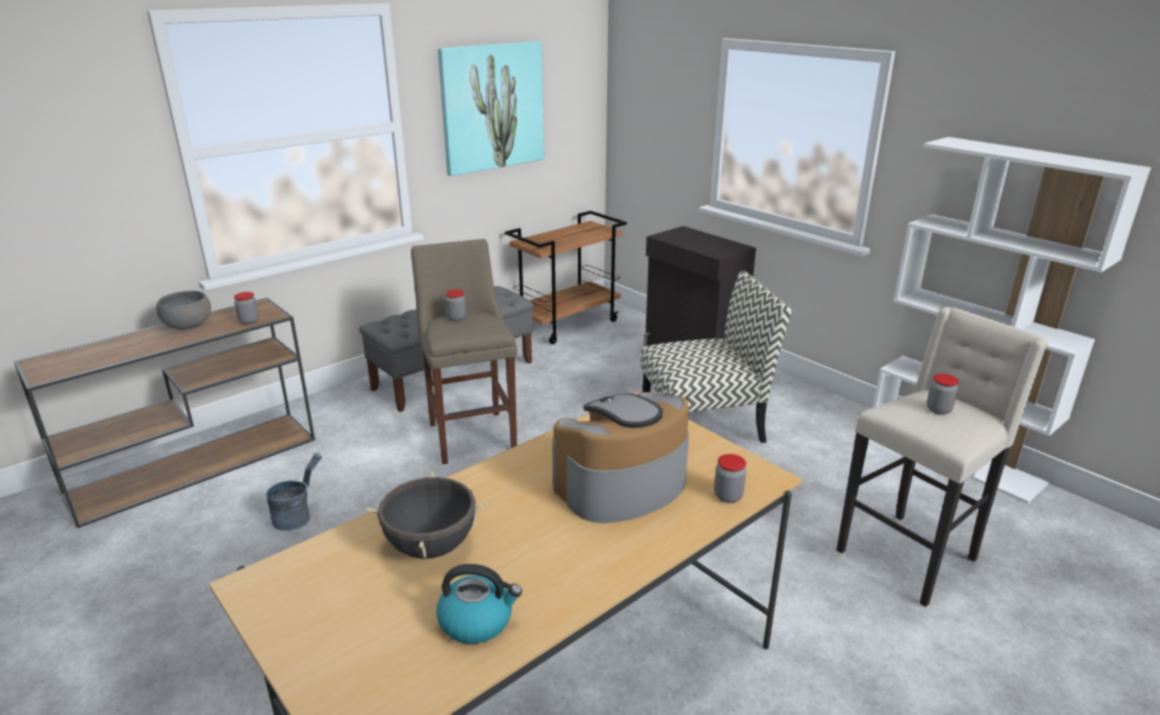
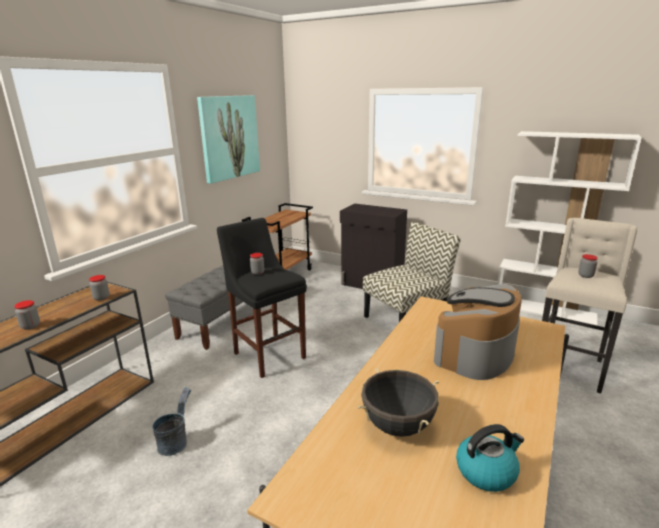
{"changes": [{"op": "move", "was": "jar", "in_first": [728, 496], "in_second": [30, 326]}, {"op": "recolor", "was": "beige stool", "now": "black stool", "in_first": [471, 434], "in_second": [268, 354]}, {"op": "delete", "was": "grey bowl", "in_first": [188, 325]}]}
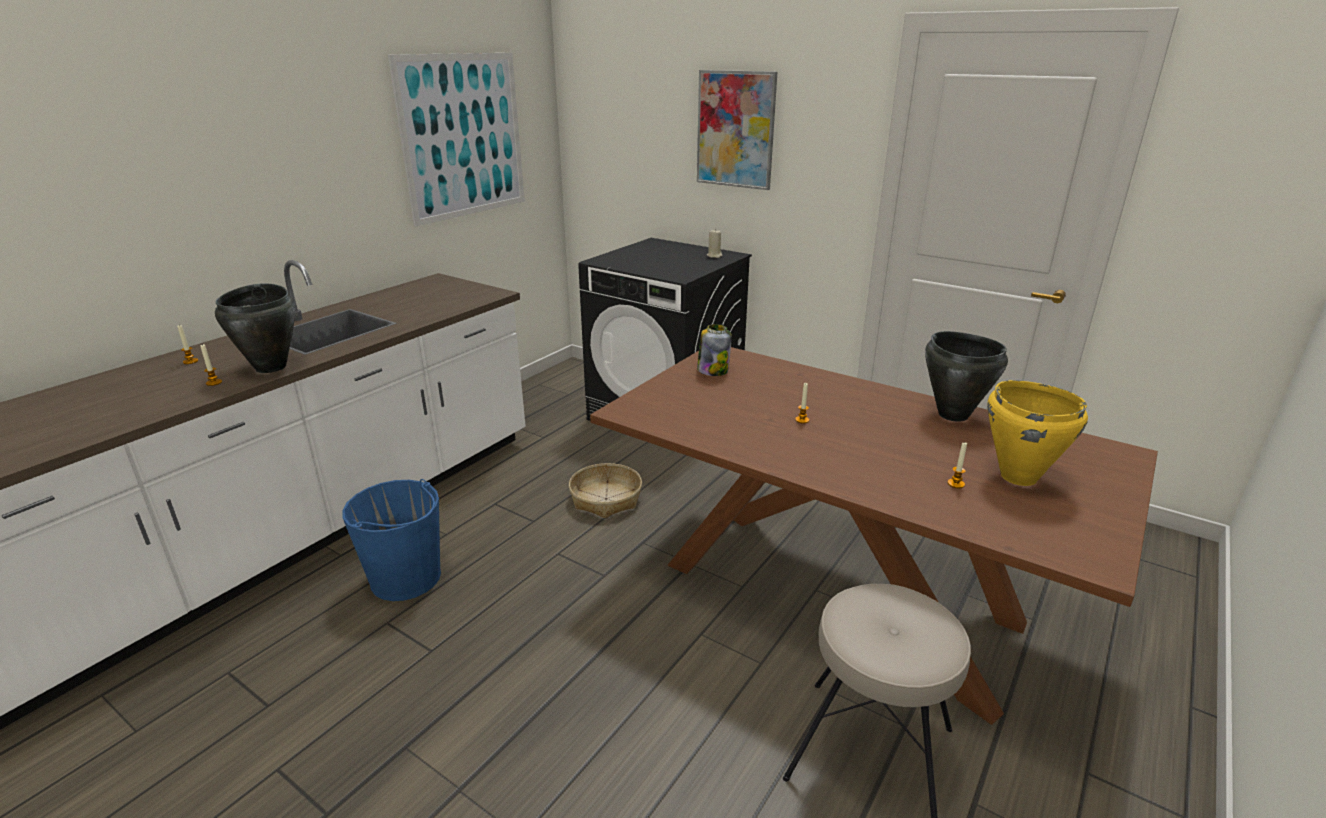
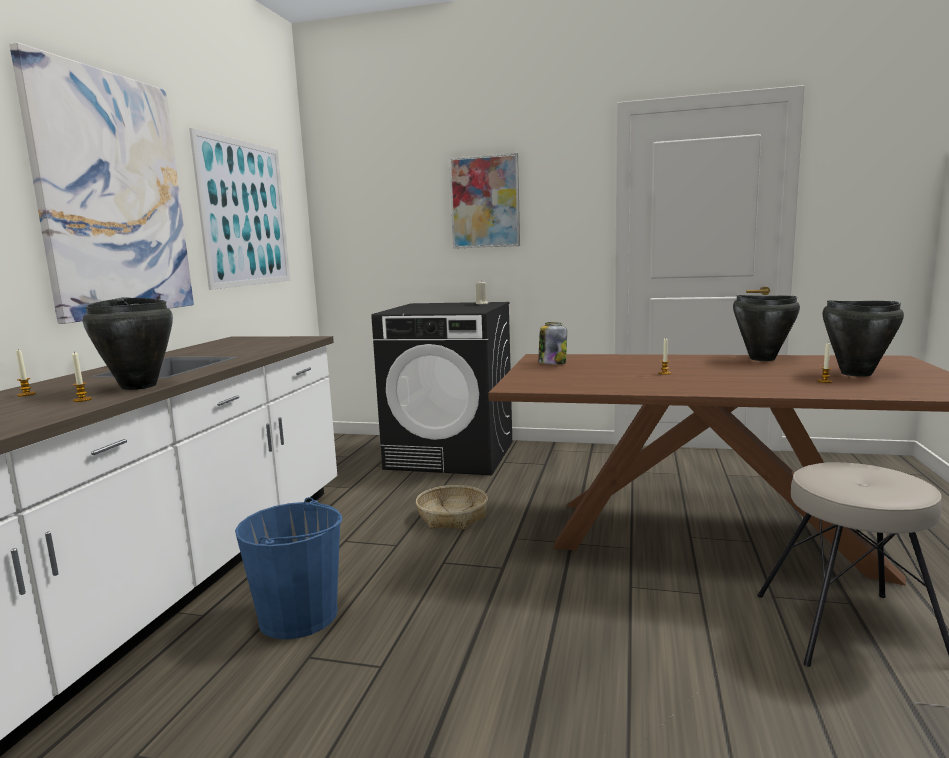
{"changes": [{"op": "insert", "now": "picture", "in_second": [113, 196]}, {"op": "recolor", "was": "yellow cooking pot", "now": "black cooking pot", "in_first": [1017, 476], "in_second": [855, 373]}]}
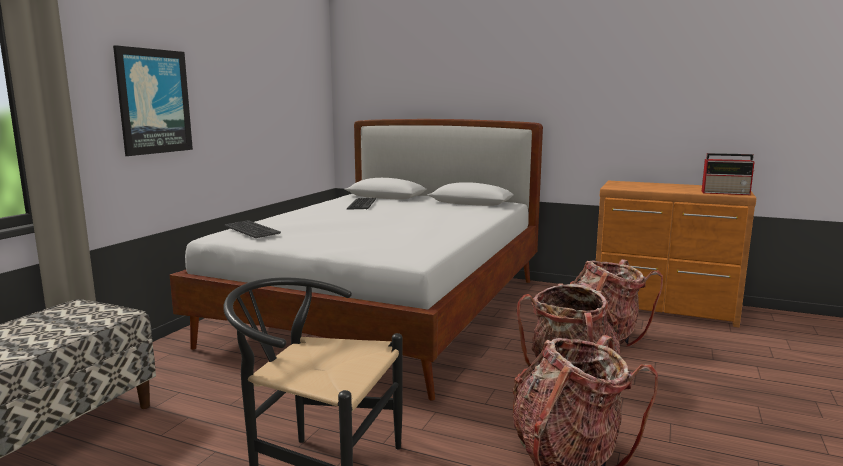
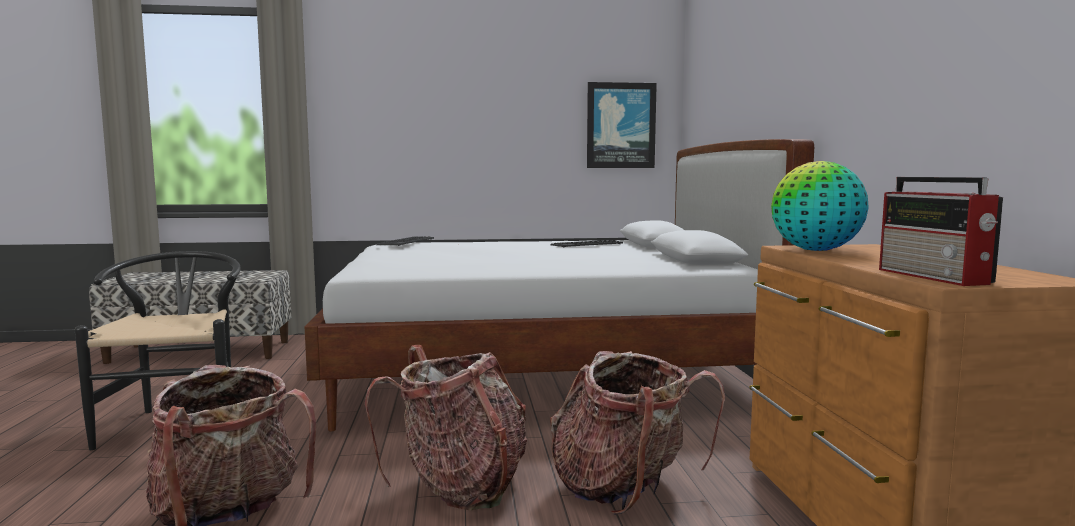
{"changes": [{"op": "move", "was": "picture", "in_first": [153, 101], "in_second": [620, 125]}, {"op": "insert", "now": "globe", "in_second": [816, 250]}]}
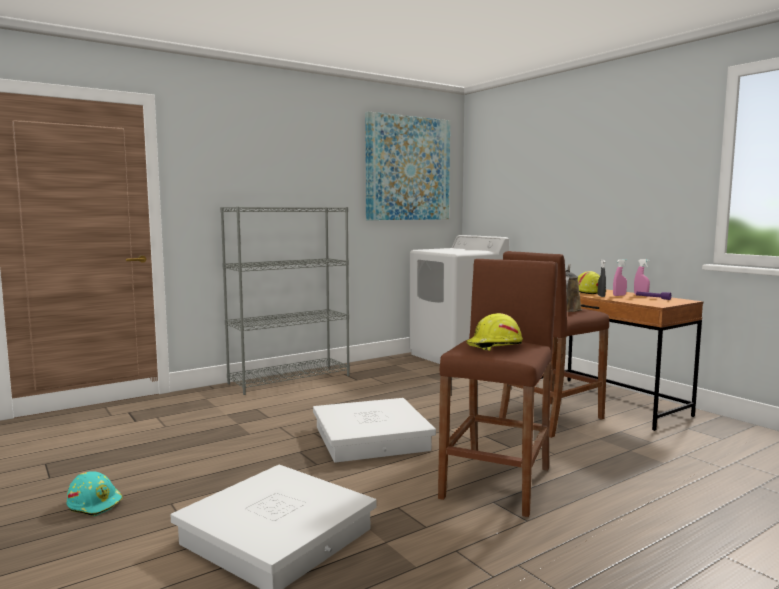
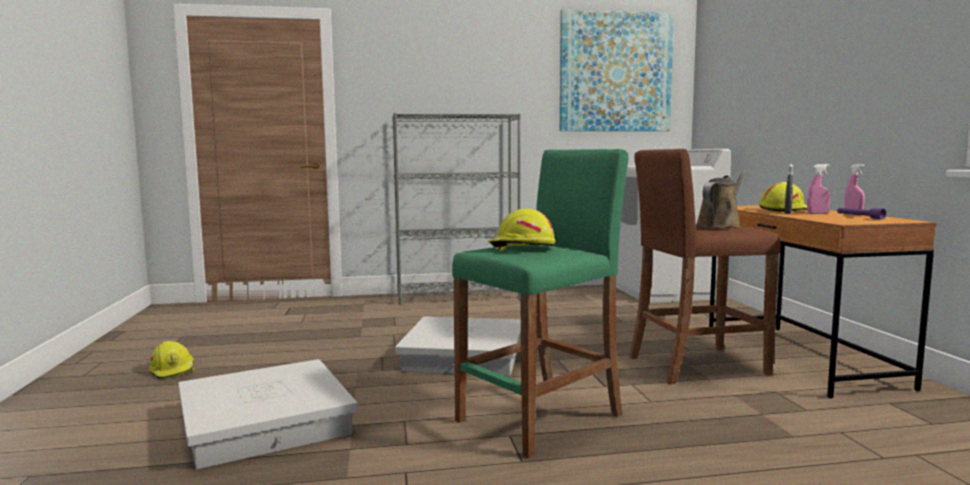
{"changes": [{"op": "recolor", "was": "turquoise hard hat", "now": "yellow hard hat", "in_first": [95, 503], "in_second": [173, 370]}, {"op": "recolor", "was": "brown stool", "now": "green stool", "in_first": [497, 482], "in_second": [540, 418]}]}
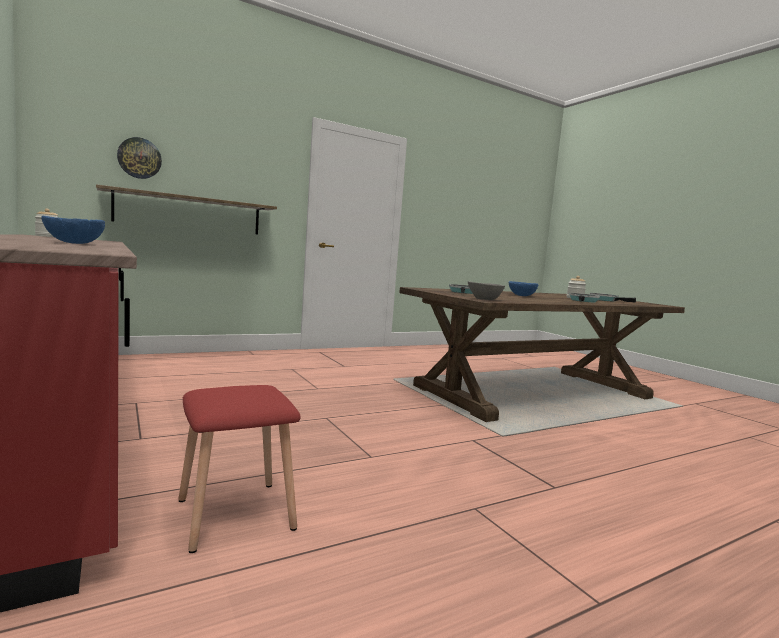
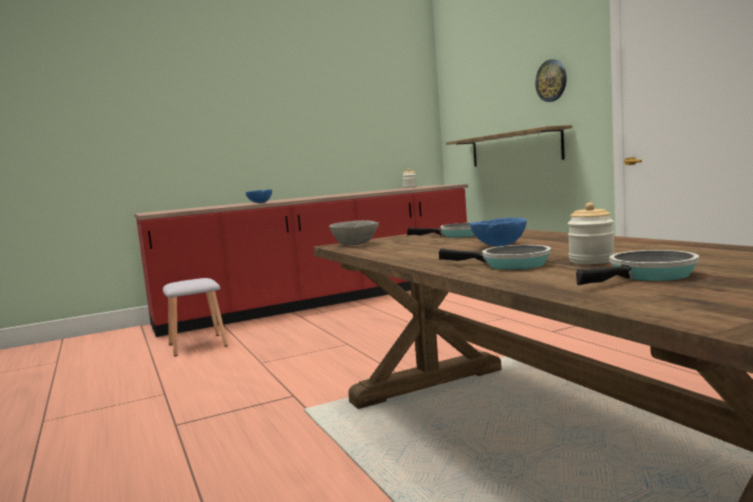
{"changes": [{"op": "recolor", "was": "red stool", "now": "grey stool", "in_first": [234, 513], "in_second": [198, 344]}, {"op": "move", "was": "wall clock", "in_first": [139, 158], "in_second": [551, 80]}]}
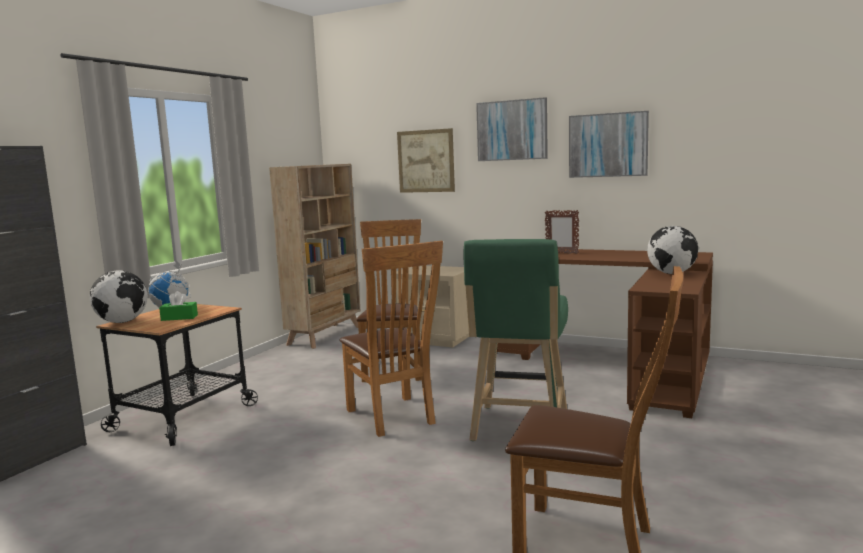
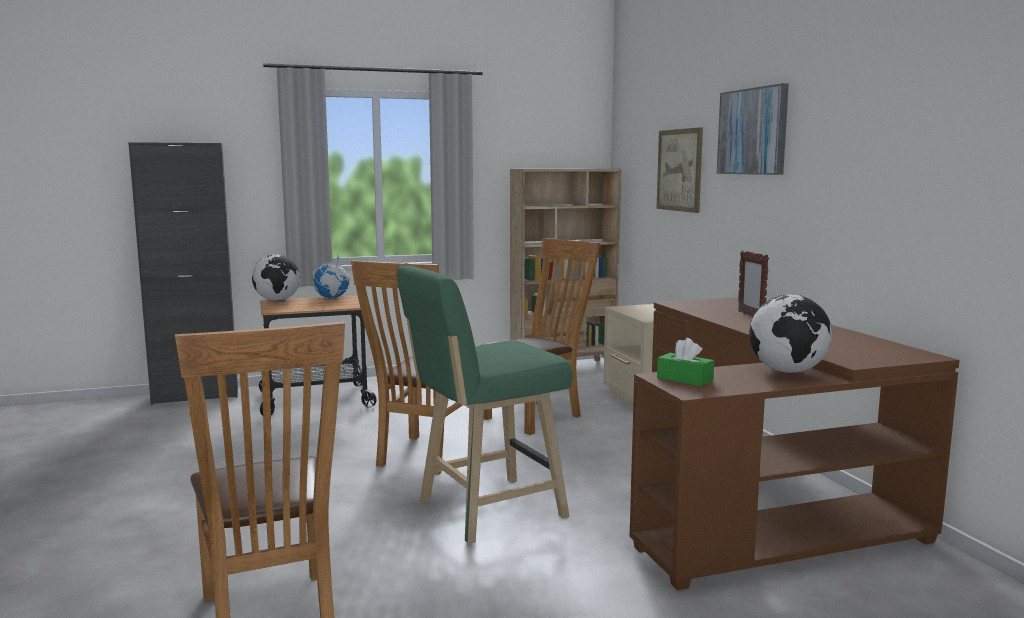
{"changes": [{"op": "move", "was": "green tissue box", "in_first": [179, 317], "in_second": [684, 379]}, {"op": "delete", "was": "picture", "in_first": [608, 145]}]}
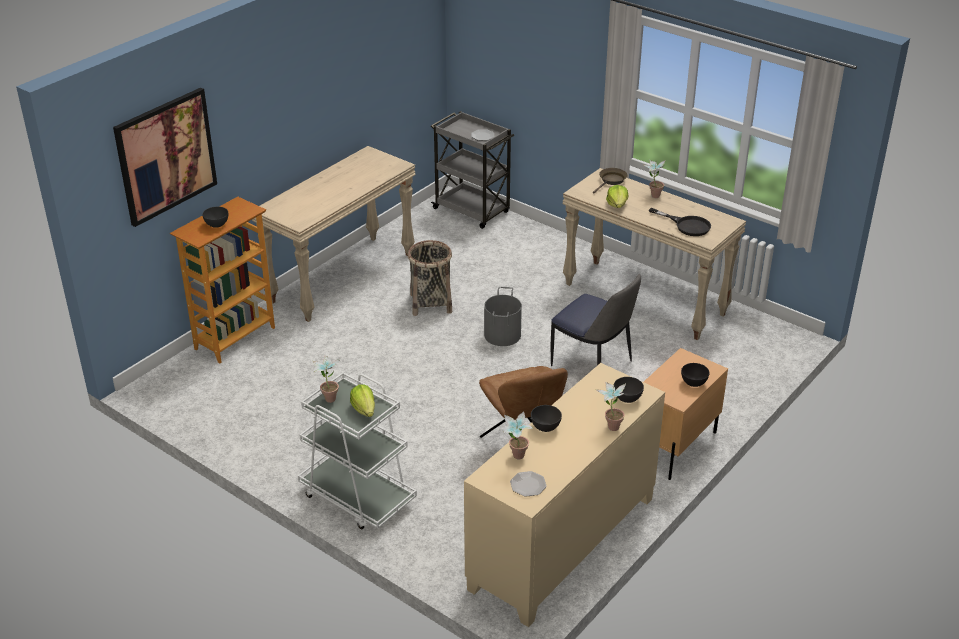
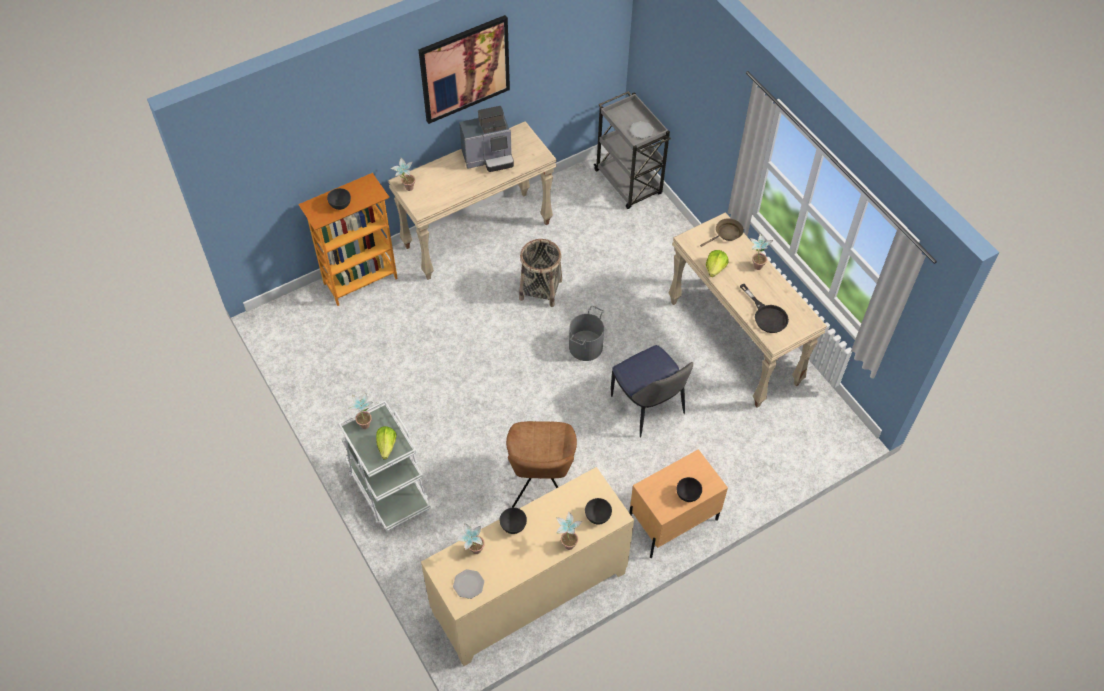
{"changes": [{"op": "insert", "now": "potted plant", "in_second": [406, 188]}, {"op": "move", "was": "picture", "in_first": [166, 156], "in_second": [464, 69]}, {"op": "insert", "now": "coffee machine", "in_second": [489, 158]}]}
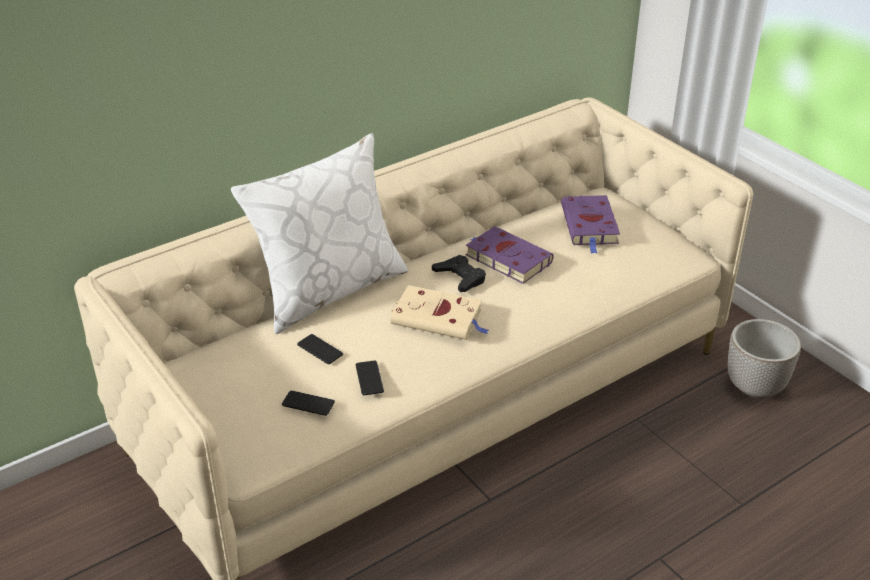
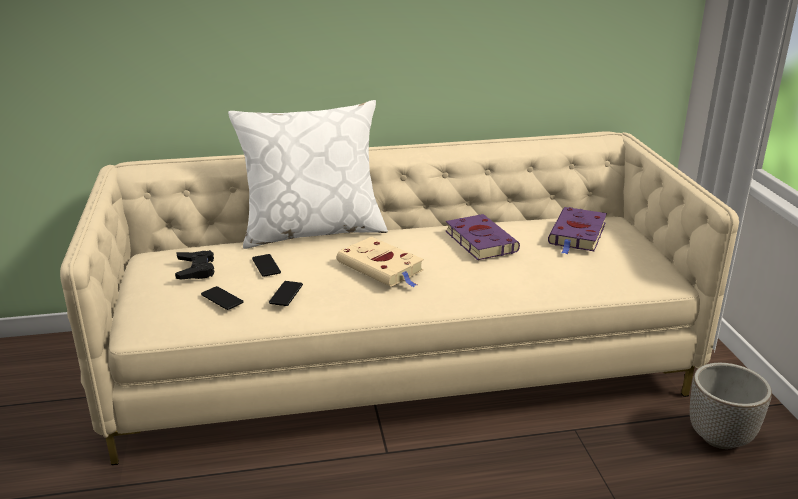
{"changes": [{"op": "move", "was": "black game controller", "in_first": [460, 277], "in_second": [195, 269]}]}
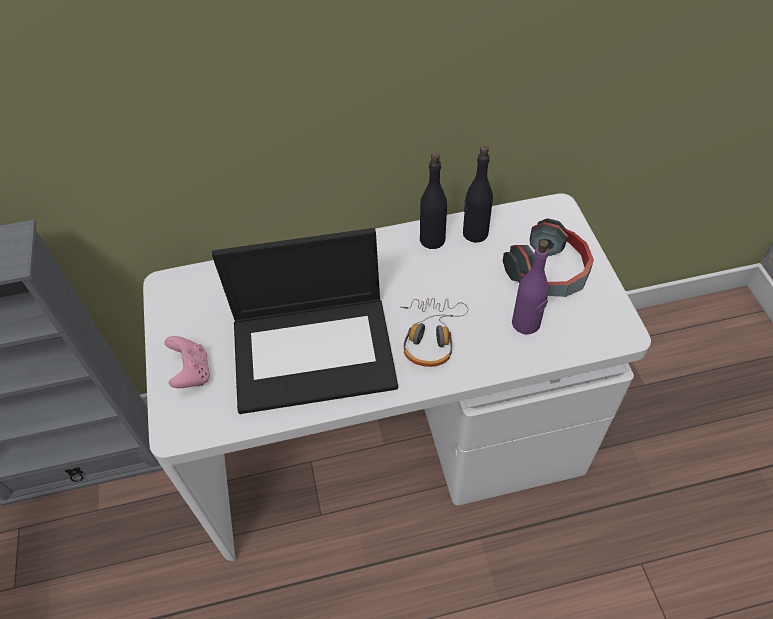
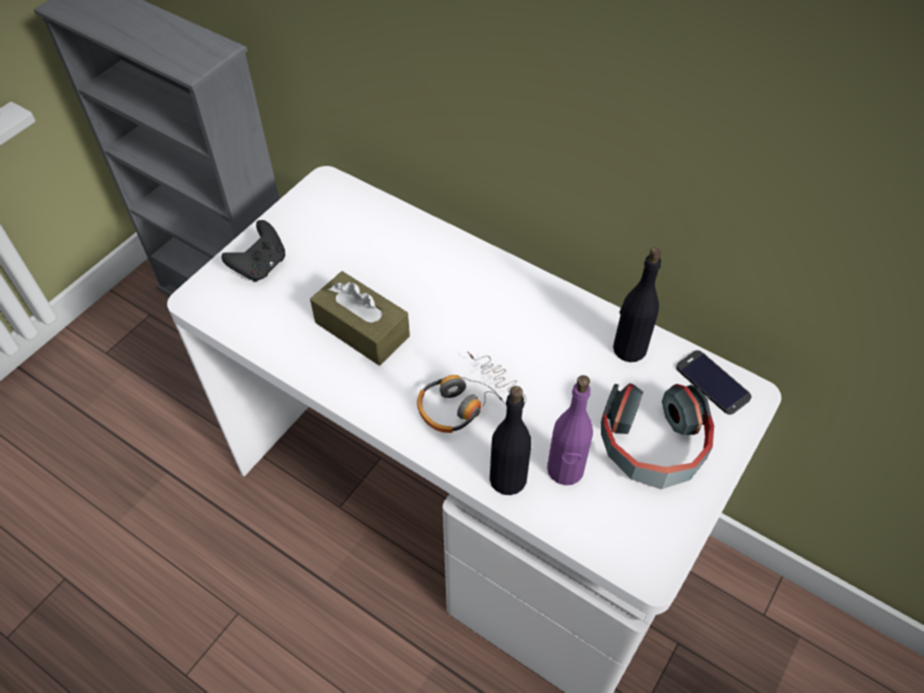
{"changes": [{"op": "recolor", "was": "pink game controller", "now": "black game controller", "in_first": [192, 373], "in_second": [261, 266]}, {"op": "replace", "was": "laptop", "now": "brown tissue box", "in_first": [315, 351], "in_second": [362, 329]}, {"op": "move", "was": "black bottle", "in_first": [432, 239], "in_second": [508, 478]}, {"op": "insert", "now": "phone", "in_second": [712, 382]}]}
